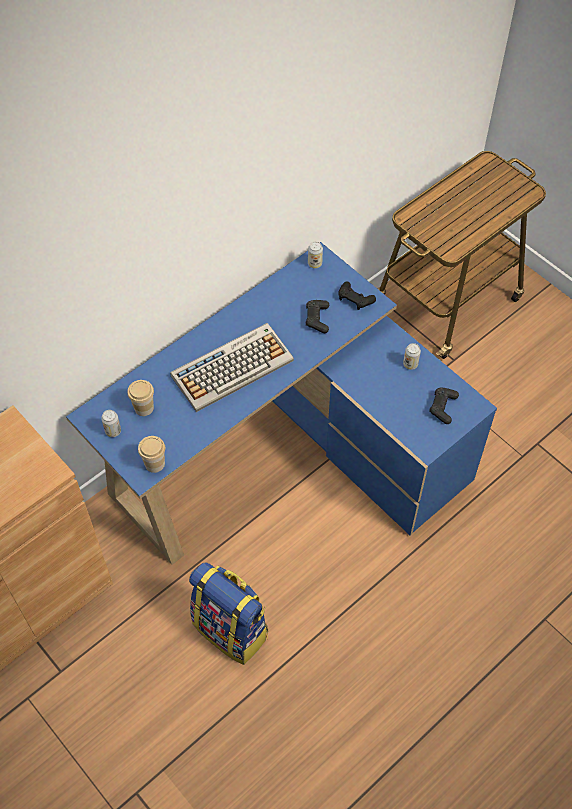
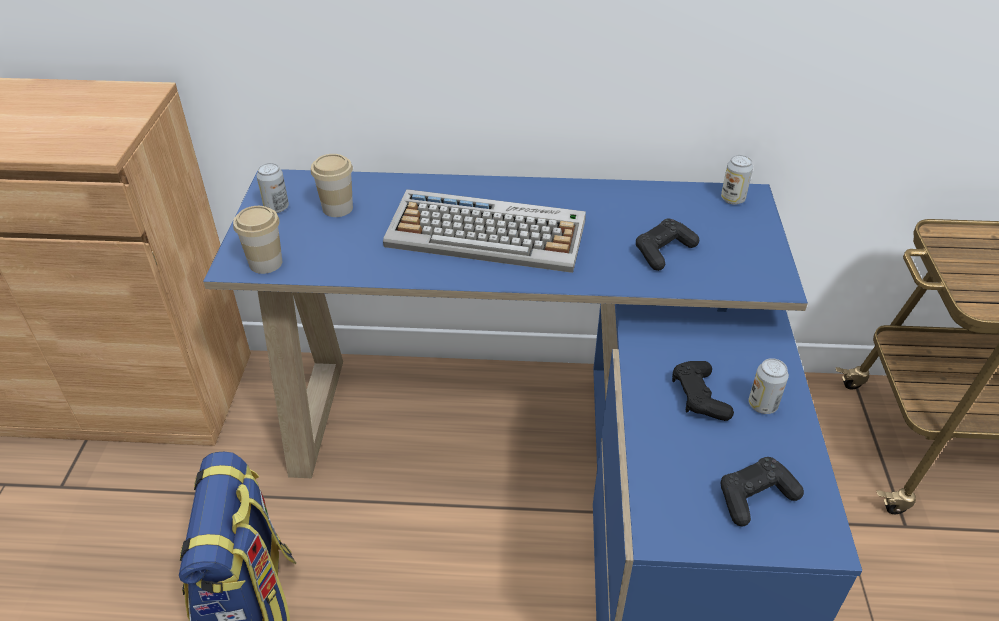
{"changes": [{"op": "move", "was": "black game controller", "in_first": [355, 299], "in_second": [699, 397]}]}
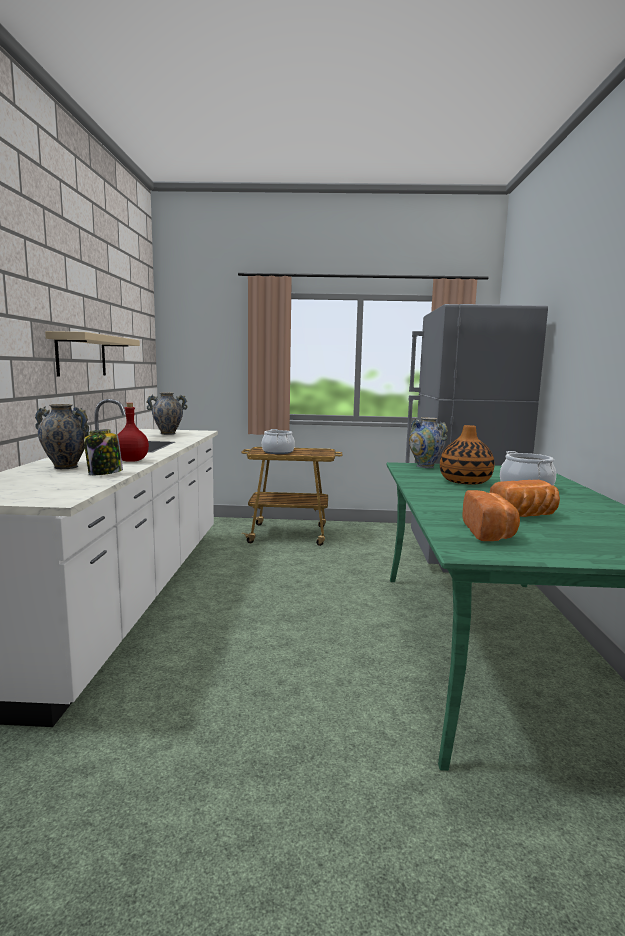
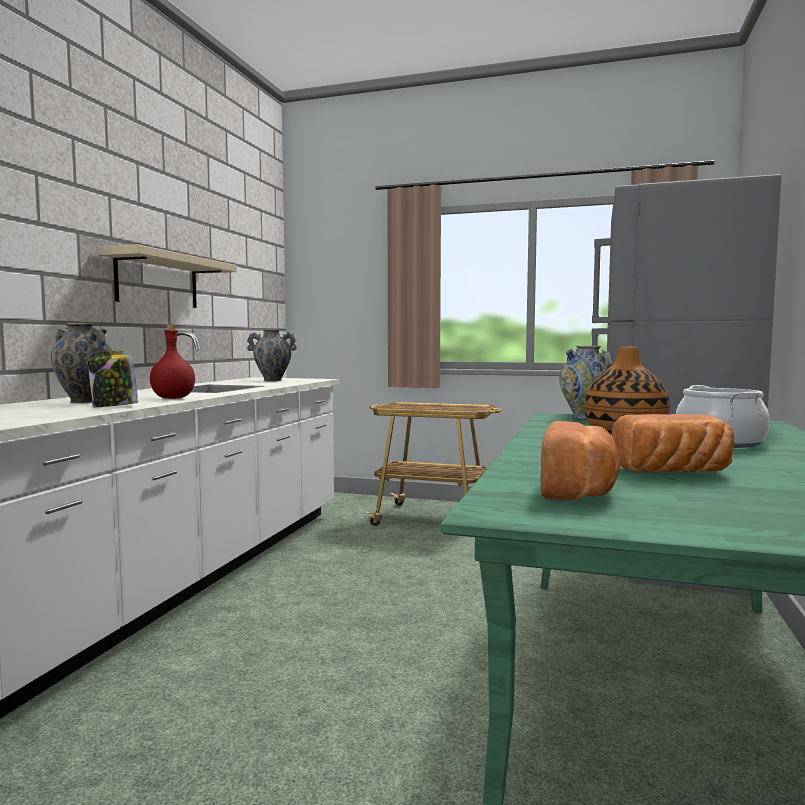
{"changes": [{"op": "delete", "was": "cooking pot", "in_first": [278, 452]}]}
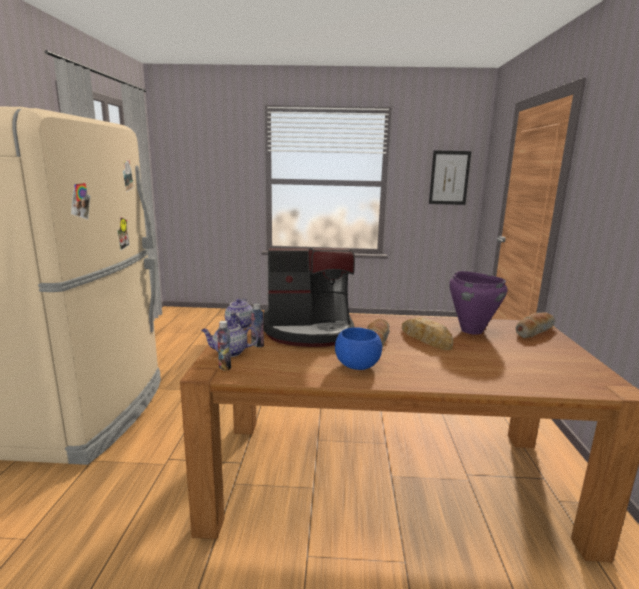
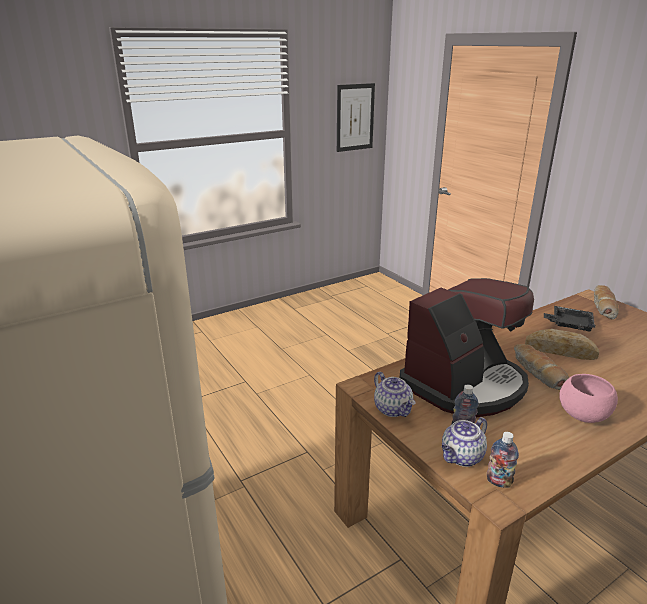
{"changes": [{"op": "replace", "was": "purple cooking pot", "now": "black tray", "in_first": [471, 330], "in_second": [569, 324]}, {"op": "recolor", "was": "blue bowl", "now": "pink bowl", "in_first": [357, 366], "in_second": [583, 416]}]}
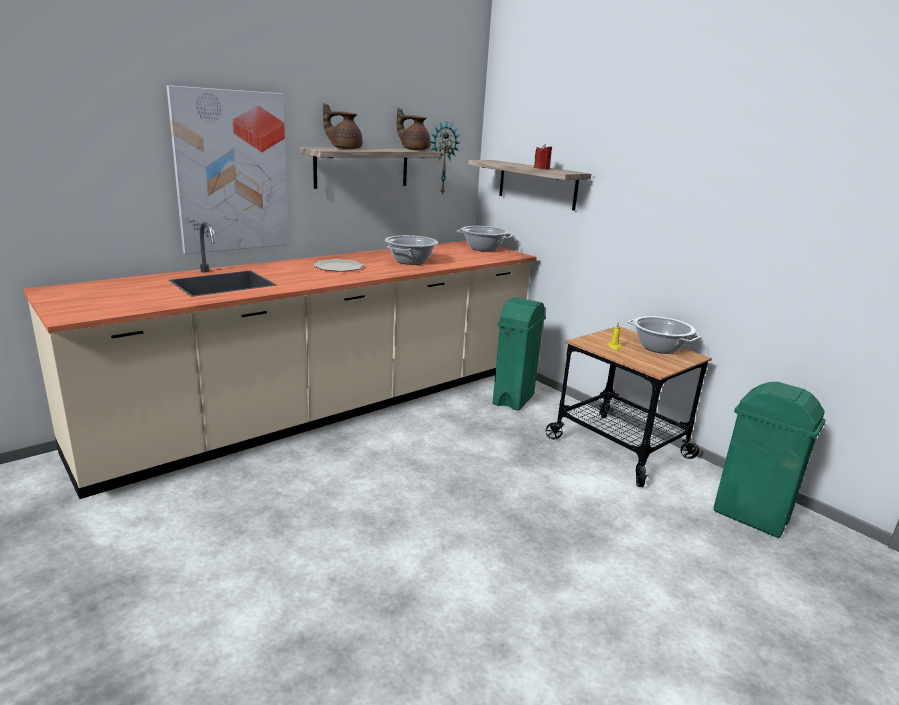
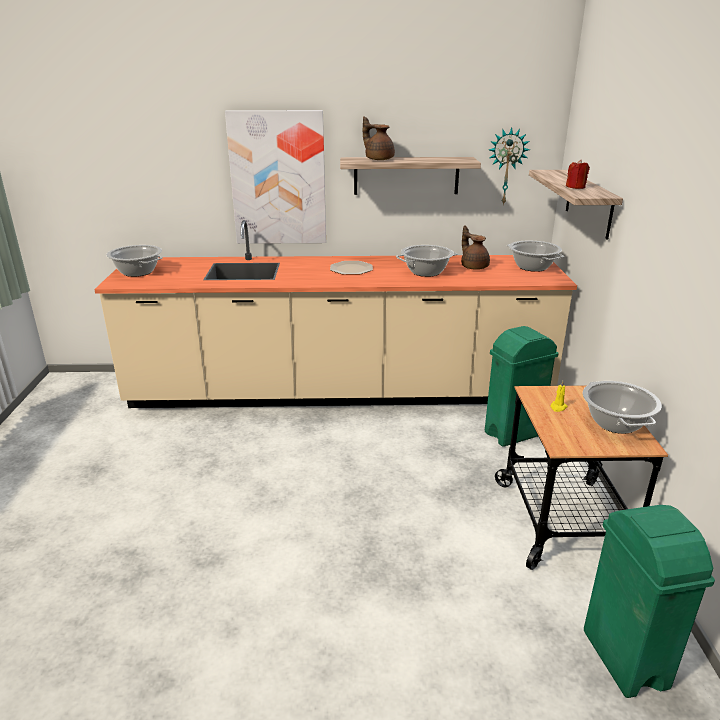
{"changes": [{"op": "insert", "now": "cooking pot", "in_second": [137, 272]}, {"op": "move", "was": "brown teapot", "in_first": [414, 149], "in_second": [474, 267]}]}
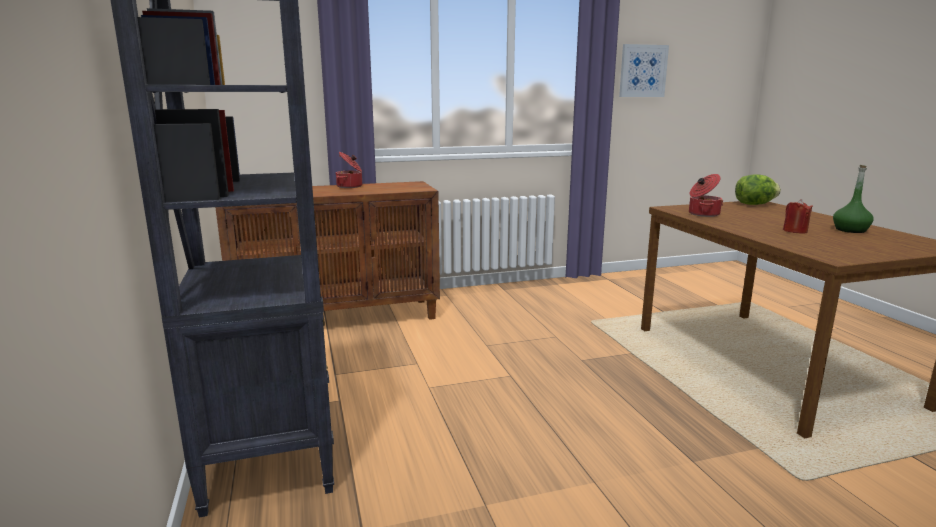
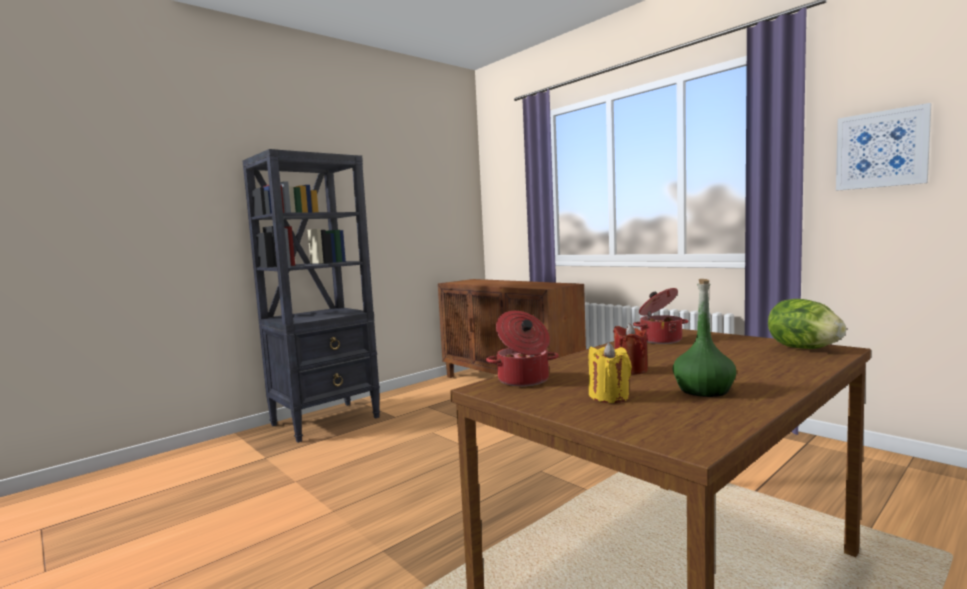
{"changes": [{"op": "move", "was": "cooking pot", "in_first": [350, 186], "in_second": [523, 380]}, {"op": "insert", "now": "yellow candle", "in_second": [609, 397]}]}
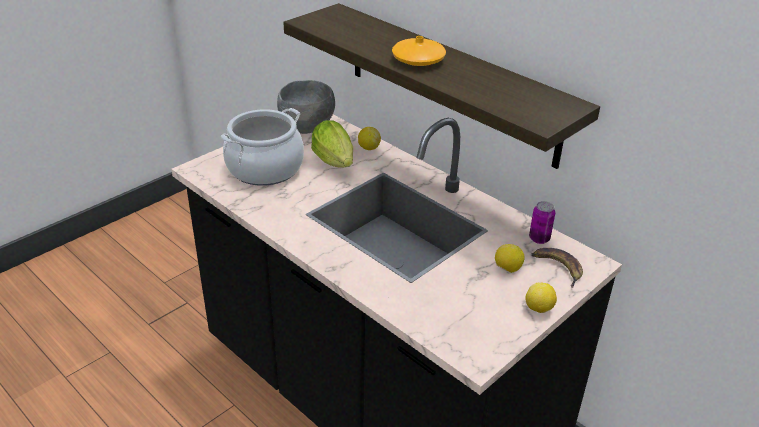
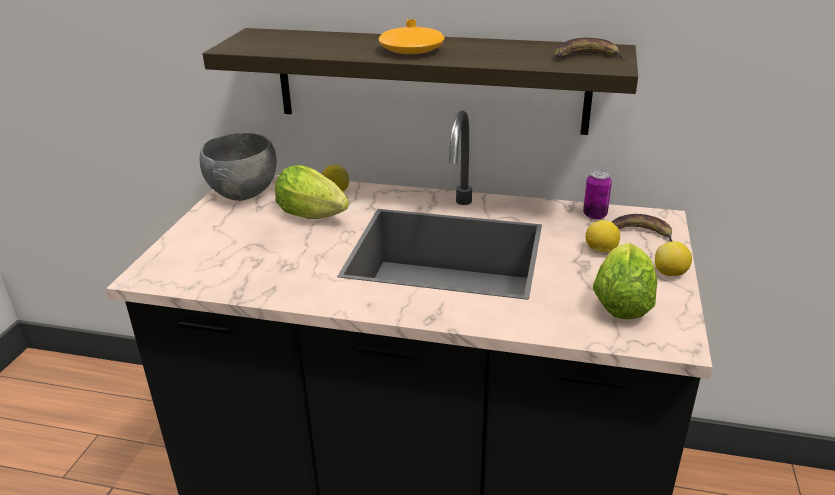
{"changes": [{"op": "insert", "now": "banana", "in_second": [586, 56]}, {"op": "insert", "now": "lettuce", "in_second": [622, 300]}, {"op": "delete", "was": "cooking pot", "in_first": [265, 168]}]}
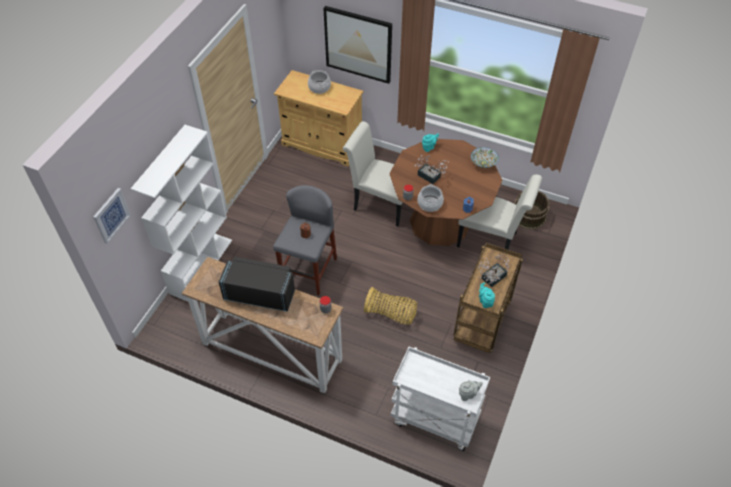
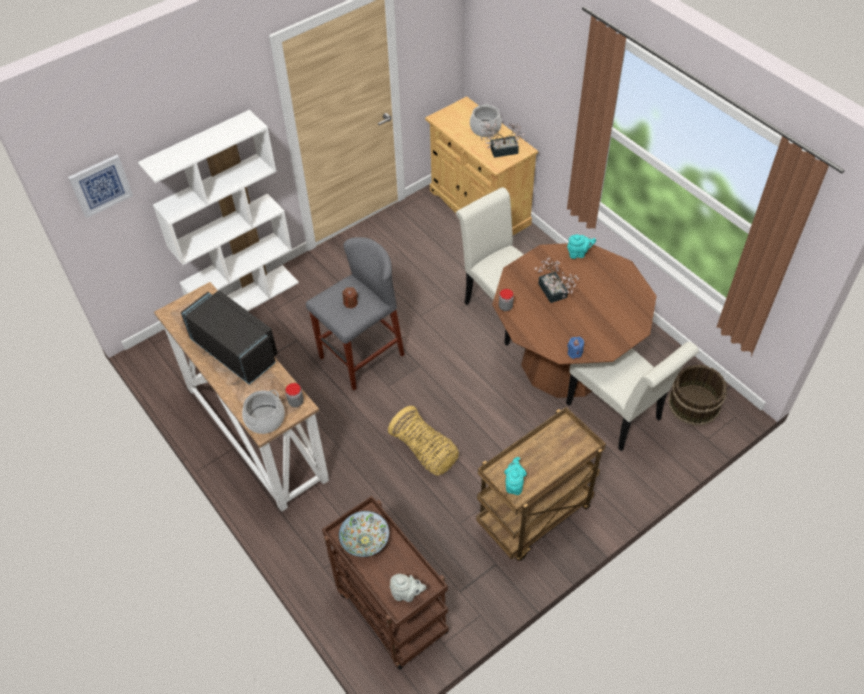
{"changes": [{"op": "move", "was": "cooking pot", "in_first": [430, 203], "in_second": [265, 419]}, {"op": "recolor", "was": "white cart", "now": "brown cart", "in_first": [433, 420], "in_second": [389, 610]}, {"op": "move", "was": "bowl", "in_first": [483, 163], "in_second": [365, 540]}, {"op": "move", "was": "potted plant", "in_first": [491, 278], "in_second": [500, 150]}, {"op": "delete", "was": "picture", "in_first": [358, 44]}]}
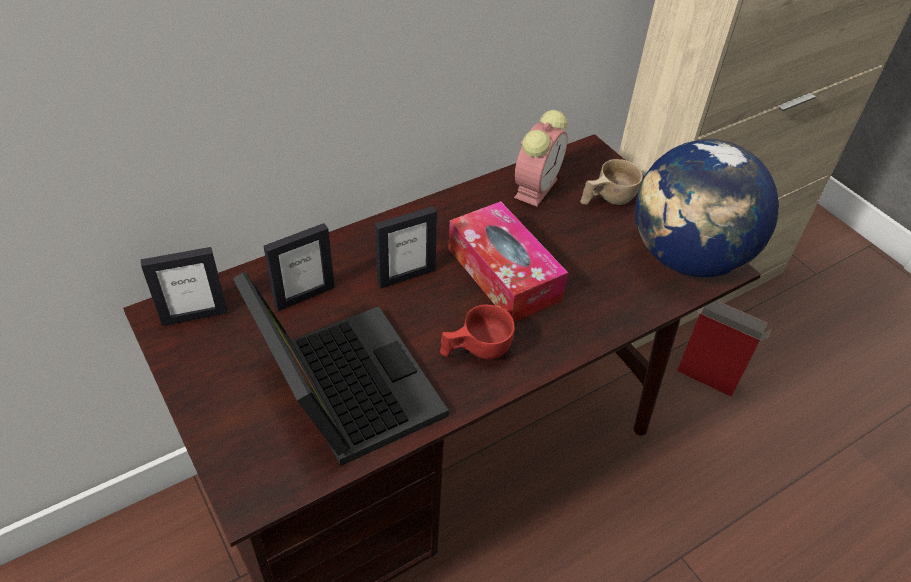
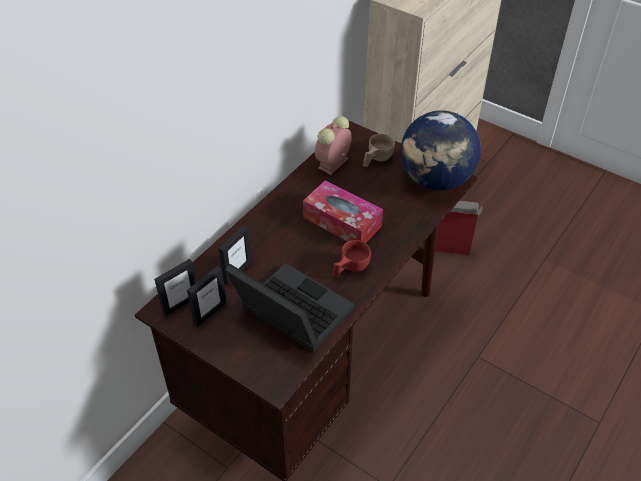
{"changes": [{"op": "move", "was": "picture frame", "in_first": [406, 276], "in_second": [210, 313]}, {"op": "rotate", "was": "alarm clock", "in_first": [536, 187], "in_second": [332, 164], "clockwise": -150}]}
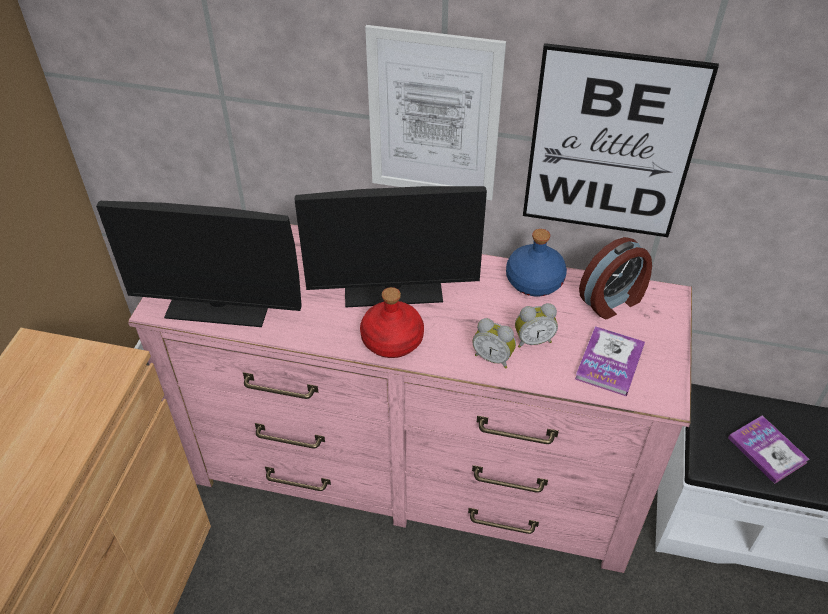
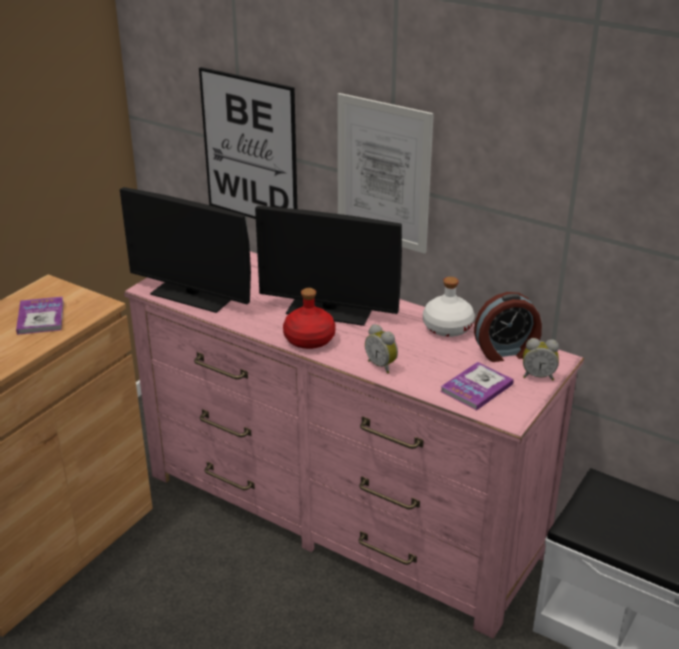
{"changes": [{"op": "move", "was": "book", "in_first": [767, 450], "in_second": [41, 317]}, {"op": "move", "was": "picture", "in_first": [610, 146], "in_second": [250, 149]}, {"op": "recolor", "was": "blue bottle", "now": "white bottle", "in_first": [533, 281], "in_second": [447, 327]}, {"op": "move", "was": "alarm clock", "in_first": [532, 340], "in_second": [538, 376]}]}
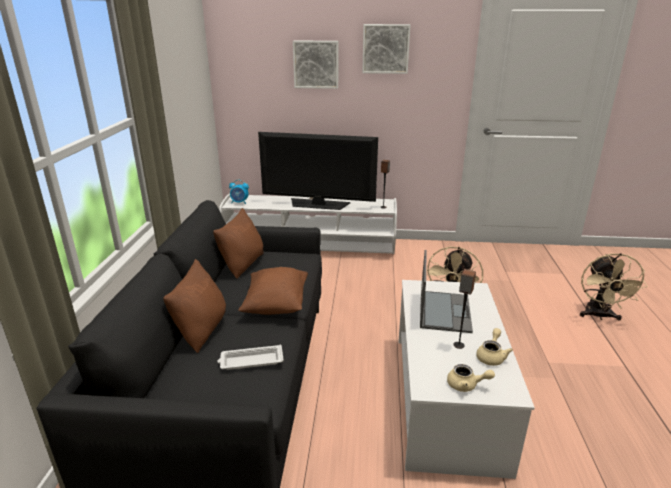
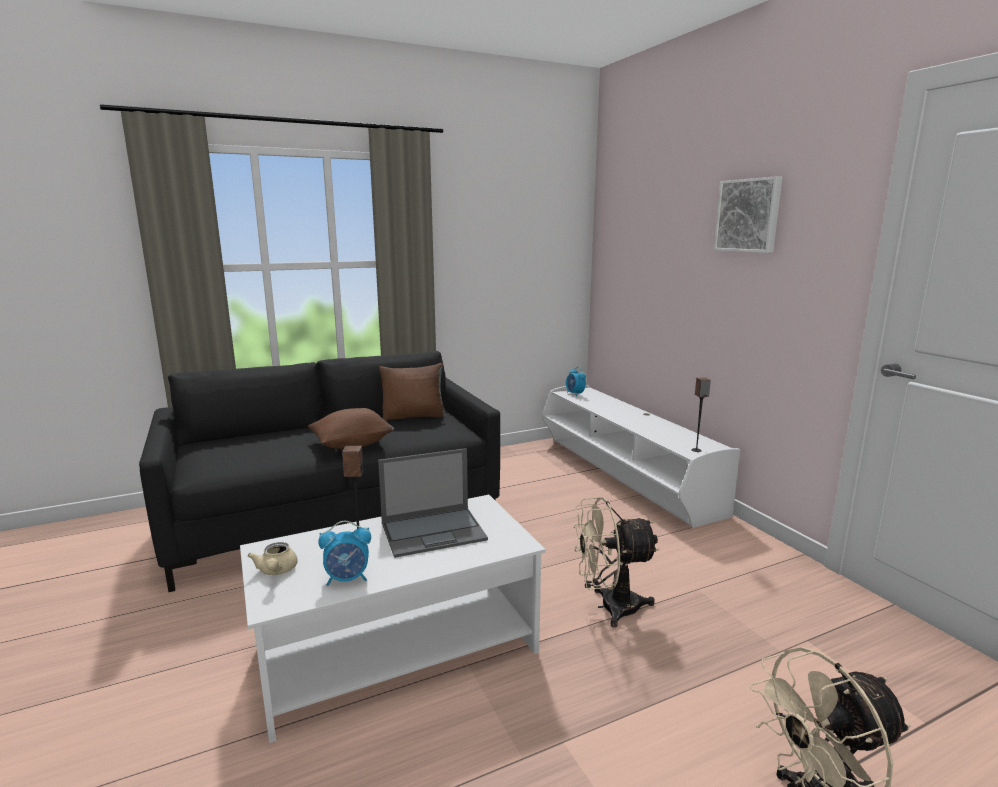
{"changes": [{"op": "replace", "was": "beige teapot", "now": "alarm clock", "in_first": [491, 356], "in_second": [348, 579]}, {"op": "delete", "was": "brown pillow", "in_first": [202, 330]}, {"op": "delete", "was": "white tray", "in_first": [250, 361]}, {"op": "delete", "was": "television", "in_first": [318, 204]}, {"op": "delete", "was": "picture", "in_first": [316, 64]}]}
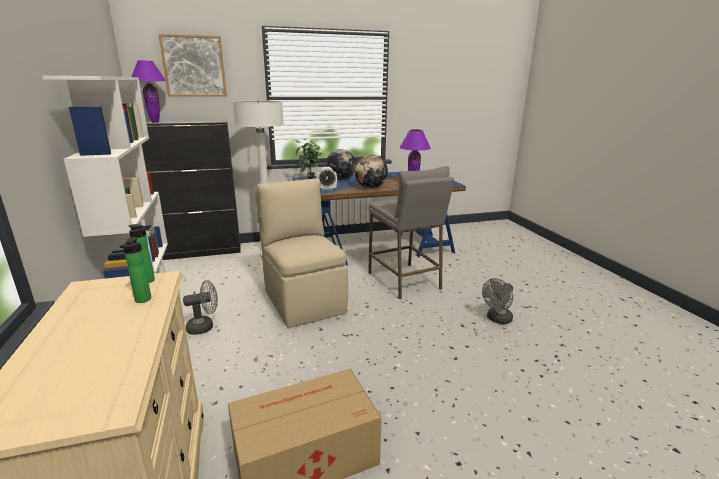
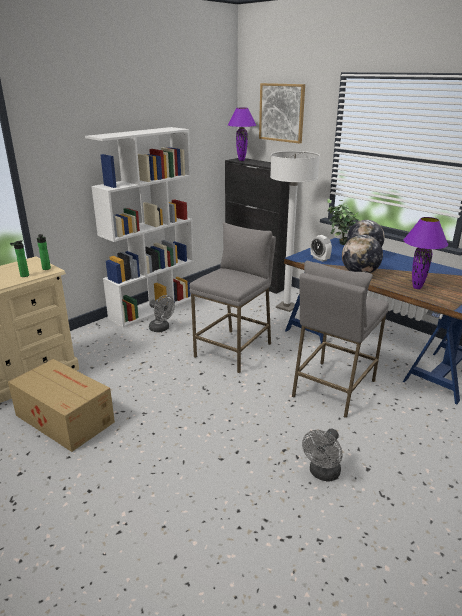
{"changes": [{"op": "replace", "was": "beige chair", "now": "grey stool", "in_first": [304, 300], "in_second": [234, 350]}, {"op": "rotate", "was": "grey fan", "in_first": [497, 319], "in_second": [322, 474], "clockwise": -75}]}
